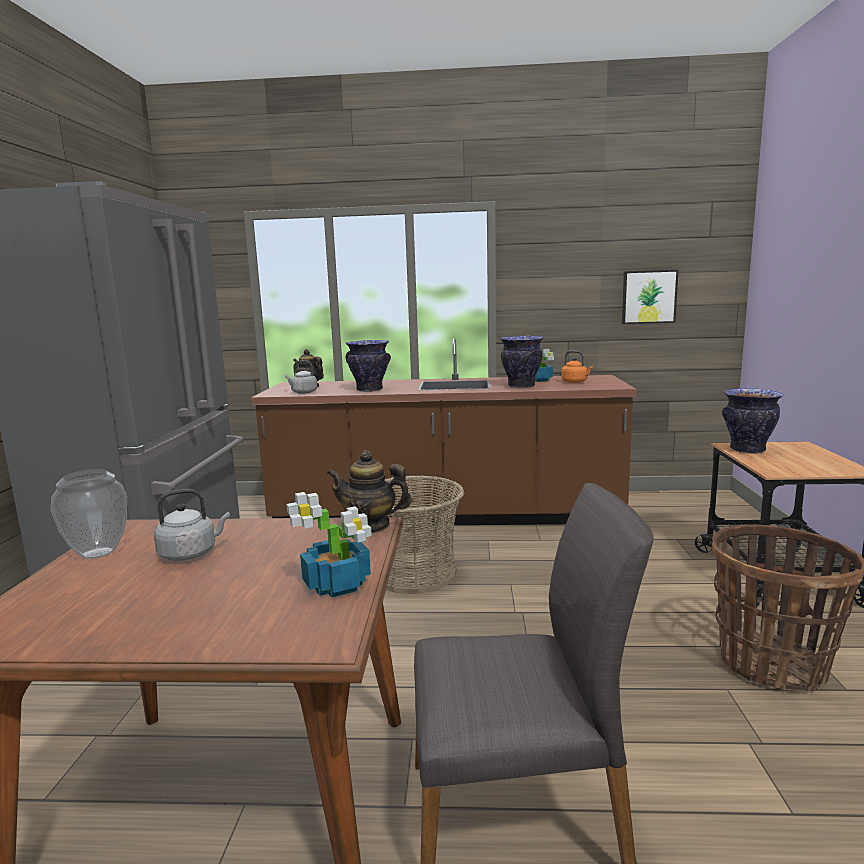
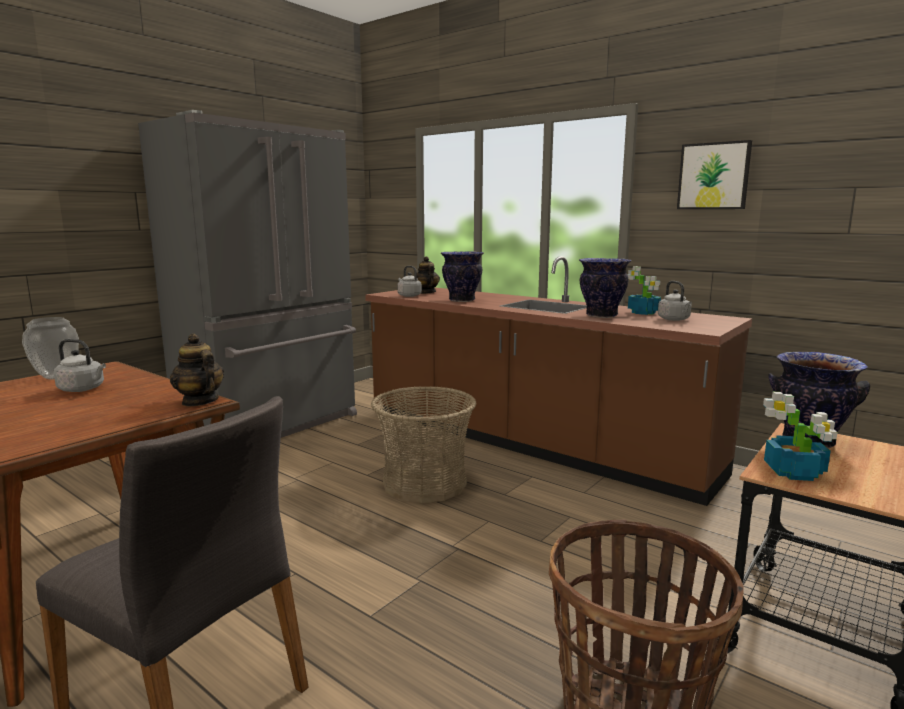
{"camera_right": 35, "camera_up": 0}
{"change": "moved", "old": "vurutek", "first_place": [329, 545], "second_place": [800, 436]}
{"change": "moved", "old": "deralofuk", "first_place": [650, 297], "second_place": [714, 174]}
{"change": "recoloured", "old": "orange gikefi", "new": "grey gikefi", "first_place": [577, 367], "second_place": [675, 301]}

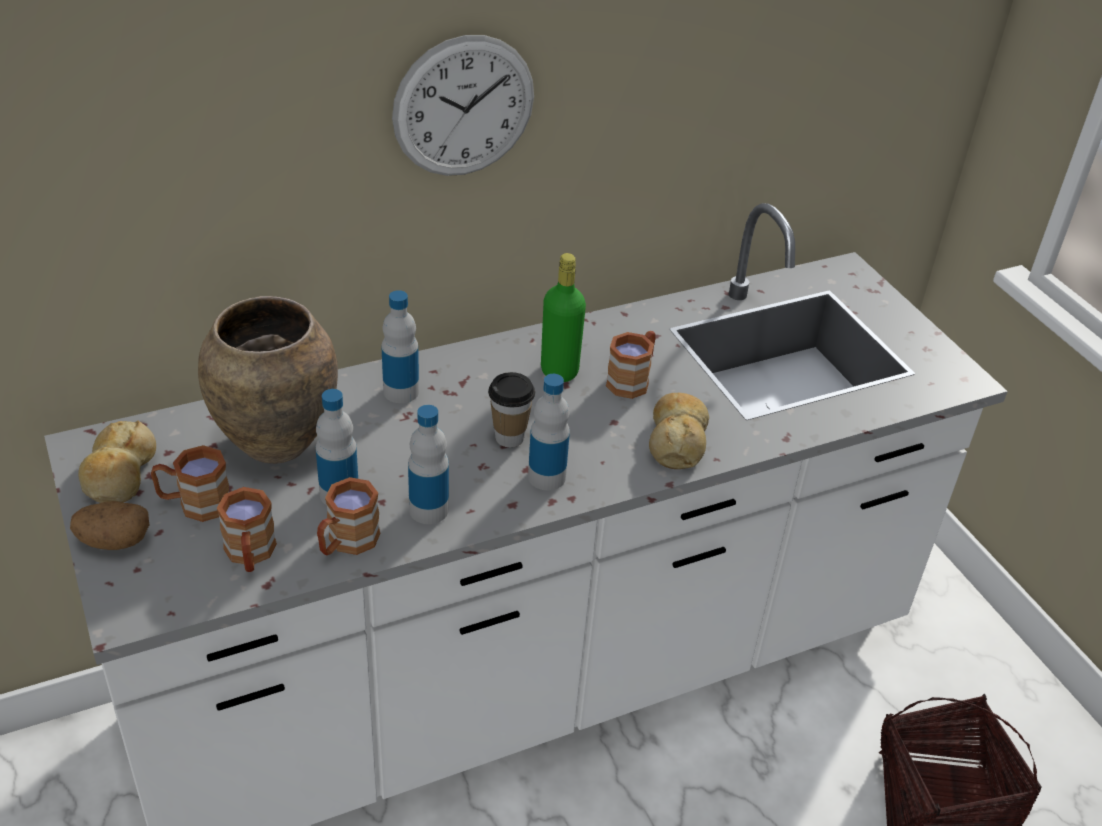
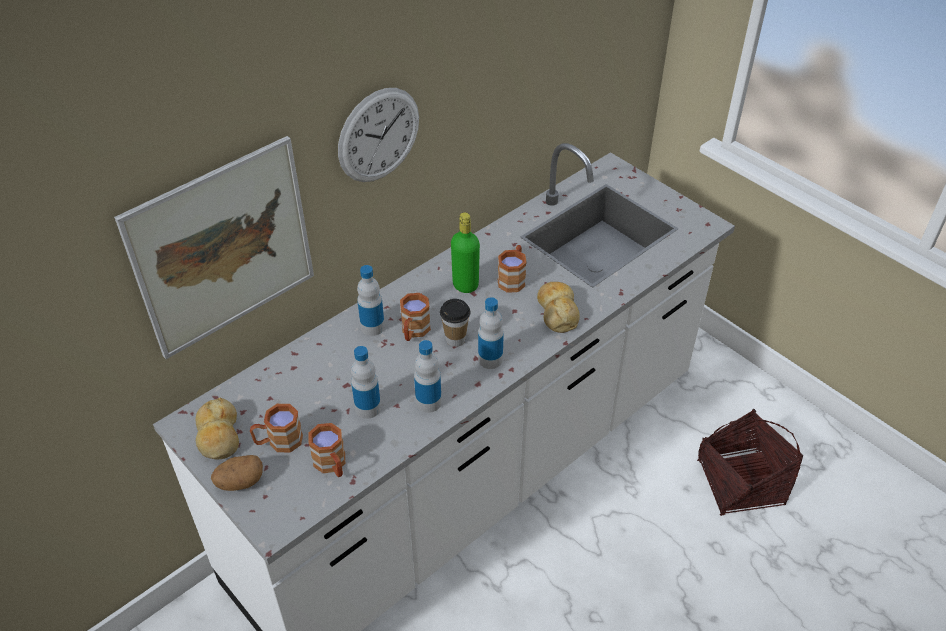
{"camera_right": -15, "camera_up": 5}
{"change": "removed", "old": "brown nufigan", "first_place": [268, 380]}
{"change": "added", "new": "deralofuk", "second_place": [214, 247]}
{"change": "moved", "old": "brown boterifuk", "first_place": [348, 516], "second_place": [415, 317]}

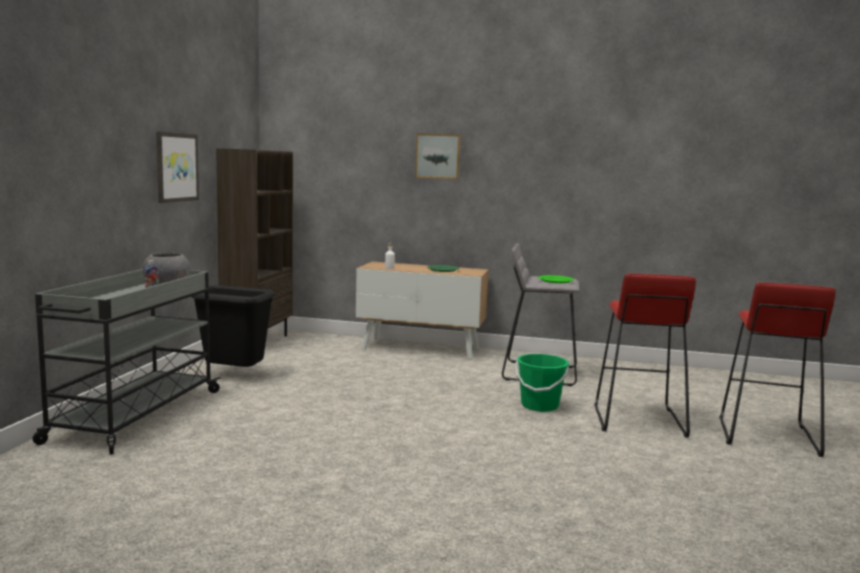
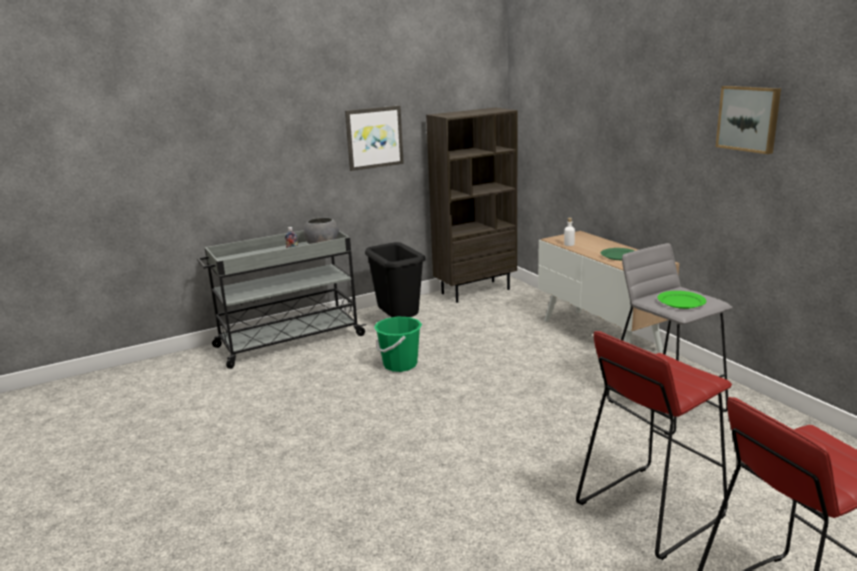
{"camera_right": 50, "camera_up": 10}
{"change": "moved", "old": "deralofuk", "first_place": [438, 156], "second_place": [748, 120]}
{"change": "moved", "old": "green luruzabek", "first_place": [542, 383], "second_place": [398, 344]}

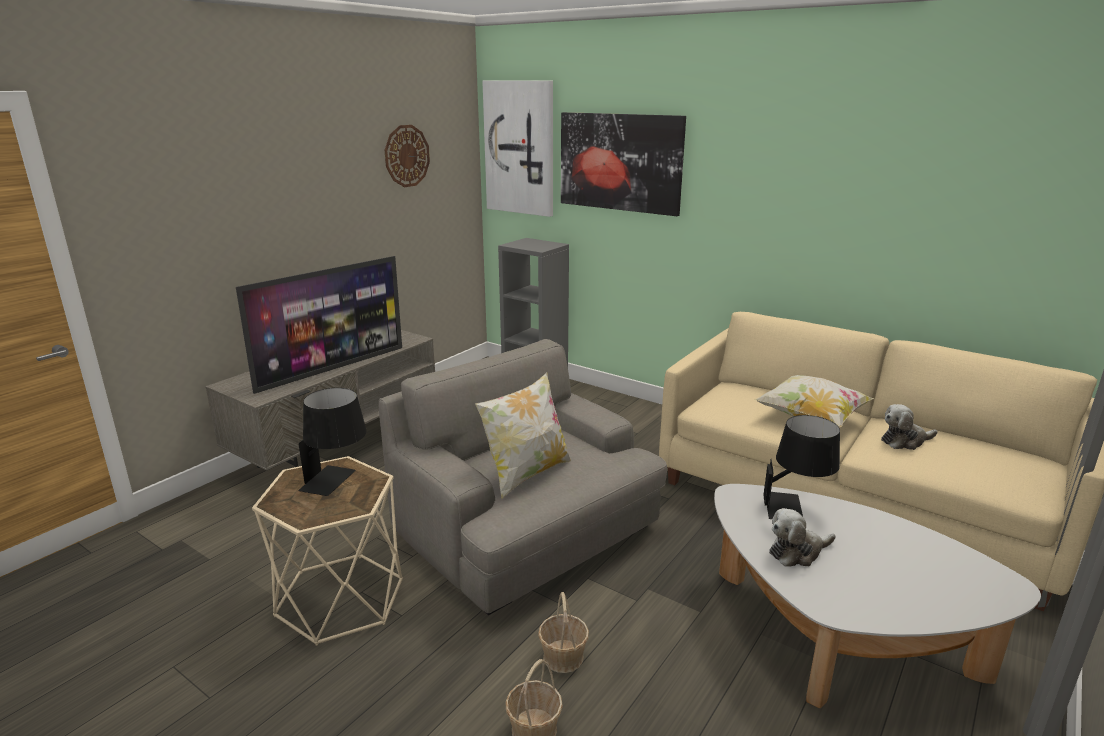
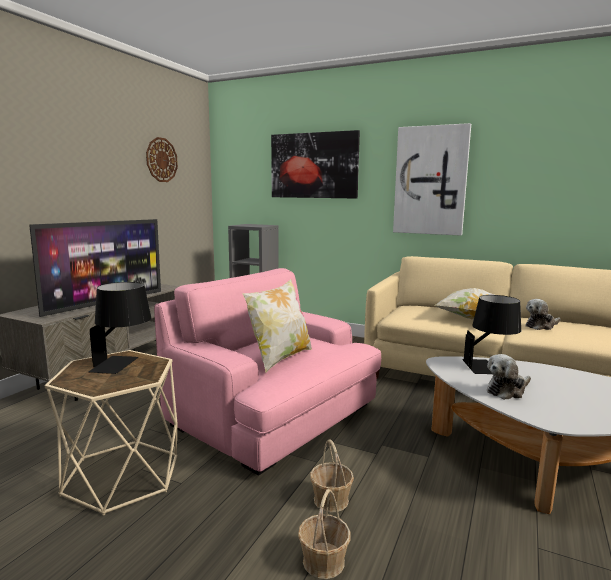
{"camera_right": -10, "camera_up": -10}
{"change": "moved", "old": "deralofuk", "first_place": [517, 148], "second_place": [432, 179]}
{"change": "recoloured", "old": "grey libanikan", "new": "pink libanikan", "first_place": [522, 477], "second_place": [267, 372]}

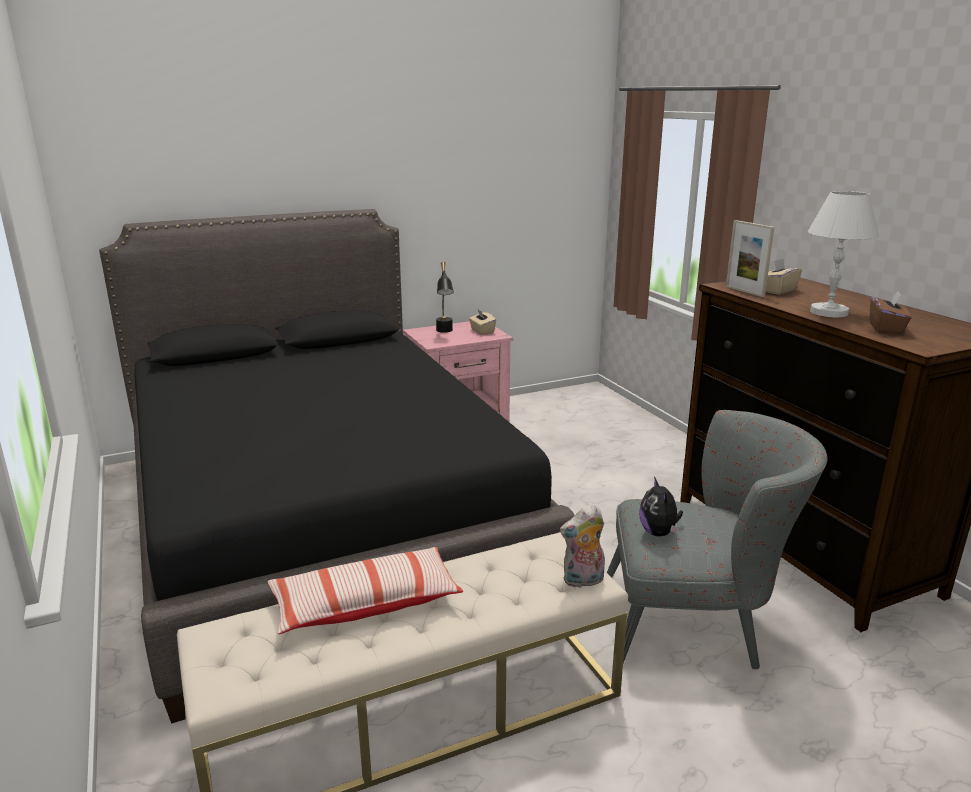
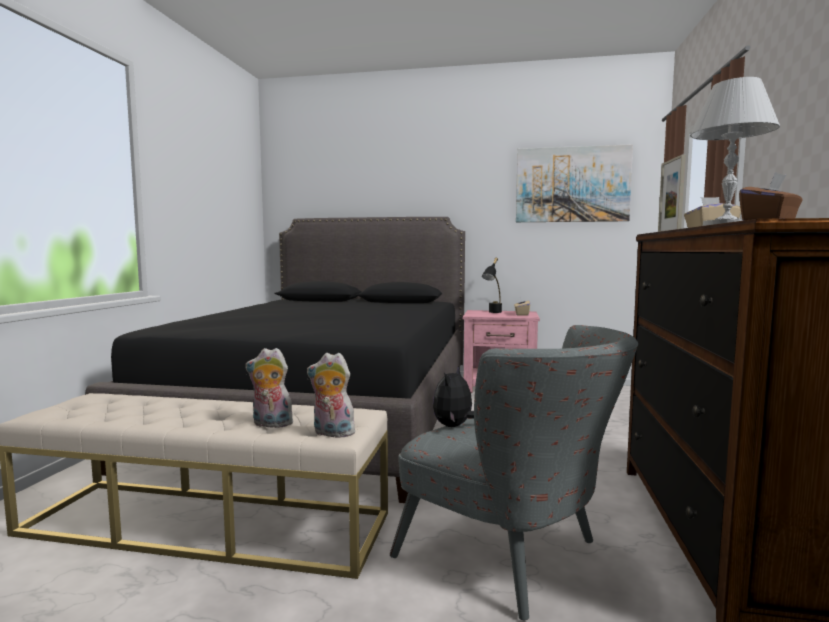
{"camera_right": 35, "camera_up": -15}
{"change": "removed", "old": "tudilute", "first_place": [365, 590]}
{"change": "added", "new": "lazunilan", "second_place": [269, 388]}
{"change": "added", "new": "deralofuk", "second_place": [574, 183]}

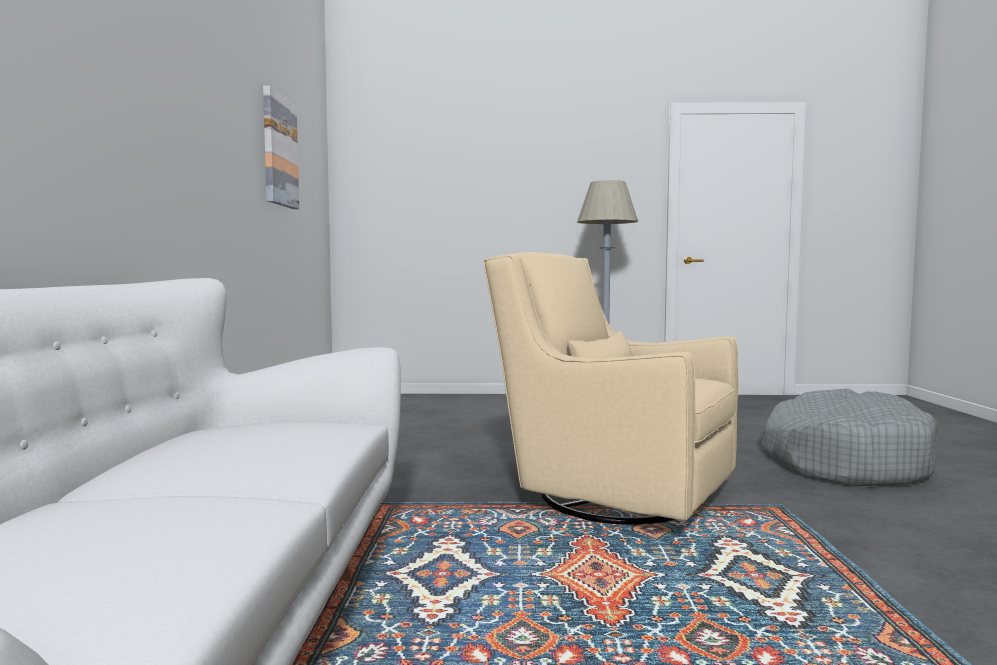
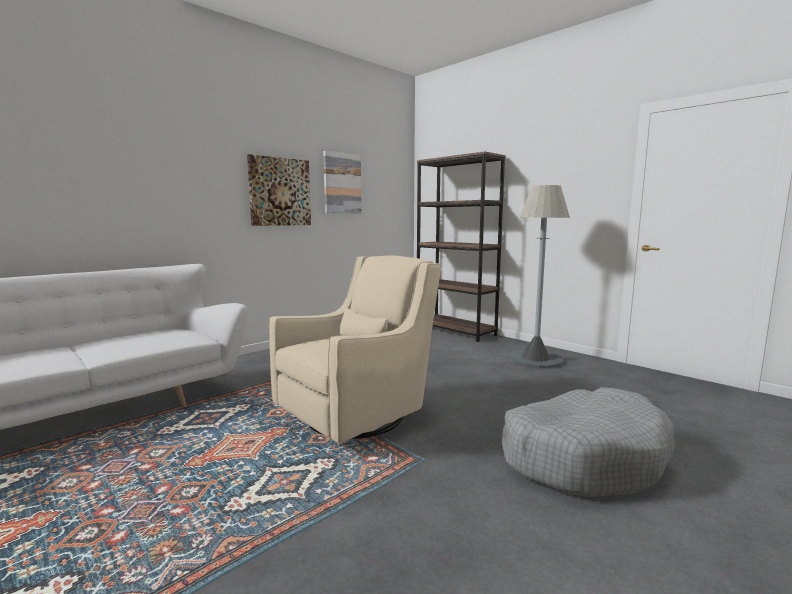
{"camera_right": 45, "camera_up": 5}
{"change": "added", "new": "deralofuk", "second_place": [279, 190]}
{"change": "added", "new": "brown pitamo", "second_place": [461, 246]}
{"change": "turned", "old": "beige libanikan", "first_place": [611, 388], "second_place": [355, 349], "degrees": 60}

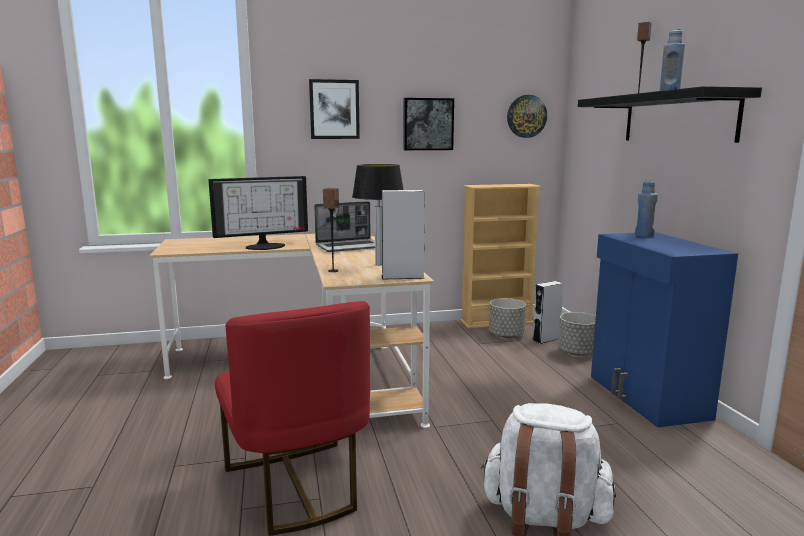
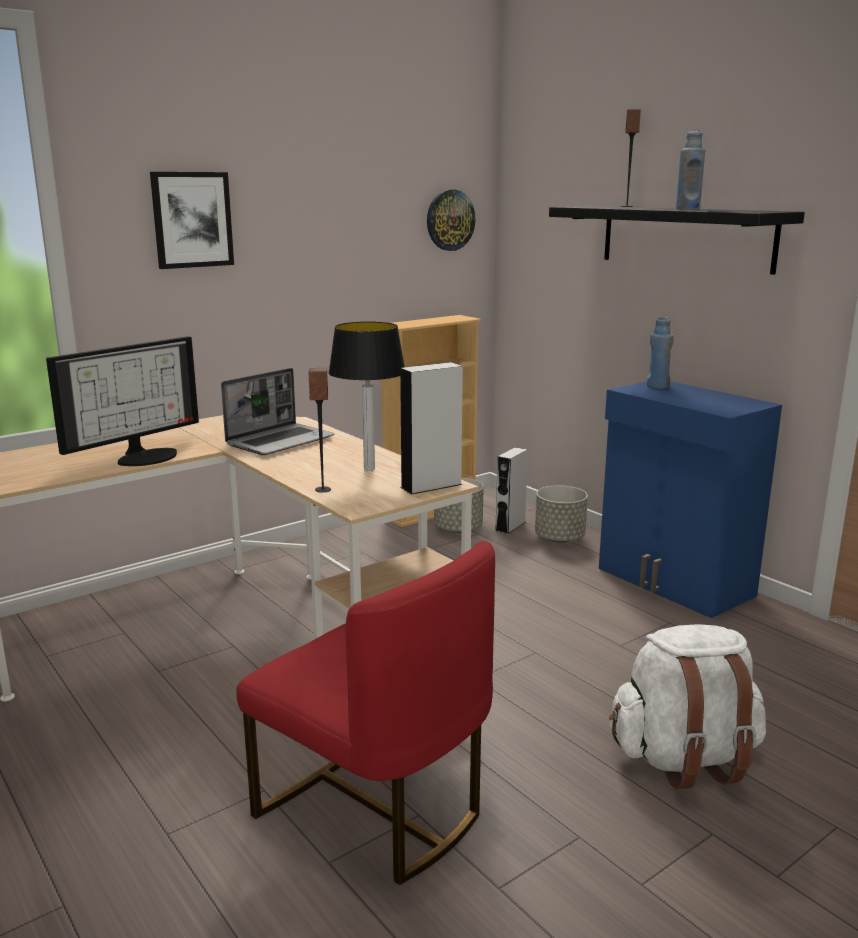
{"camera_right": -25, "camera_up": 5}
{"change": "removed", "old": "deralofuk", "first_place": [429, 124]}

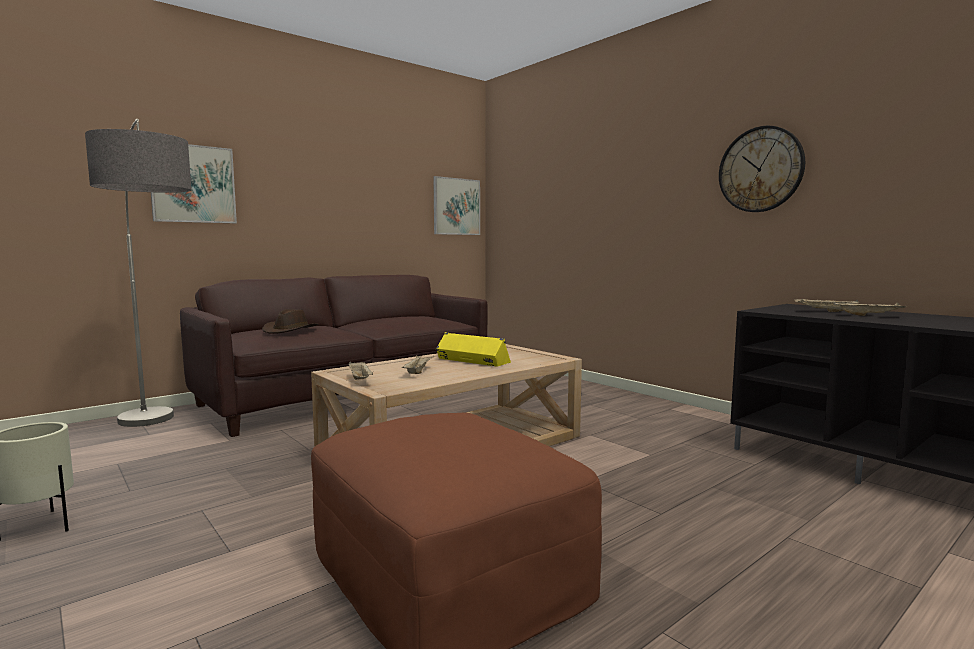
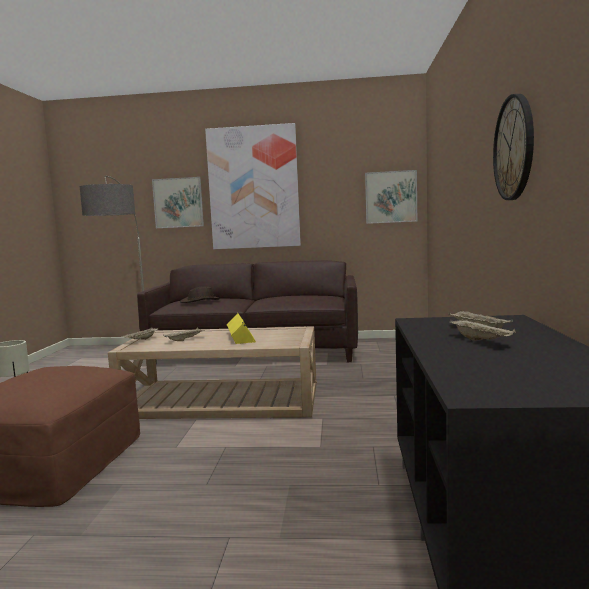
{"camera_right": 45, "camera_up": 0}
{"change": "added", "new": "deralofuk", "second_place": [253, 186]}

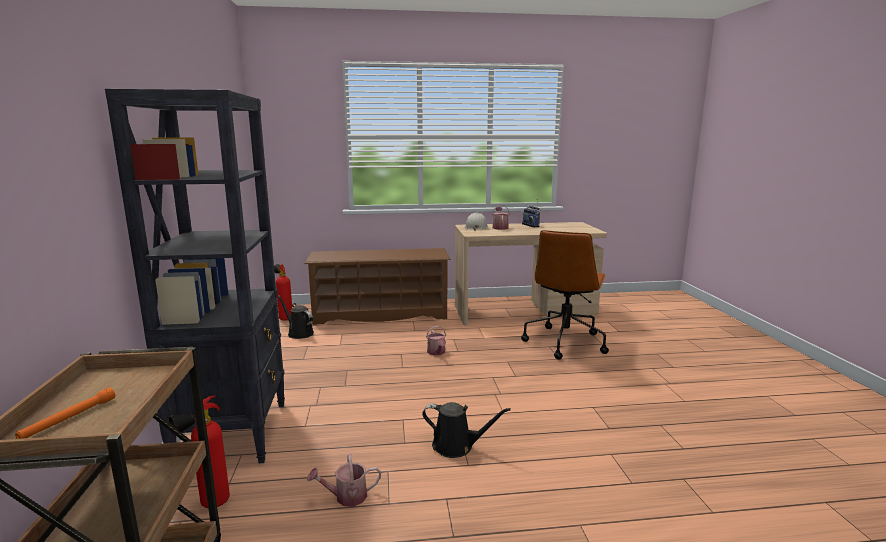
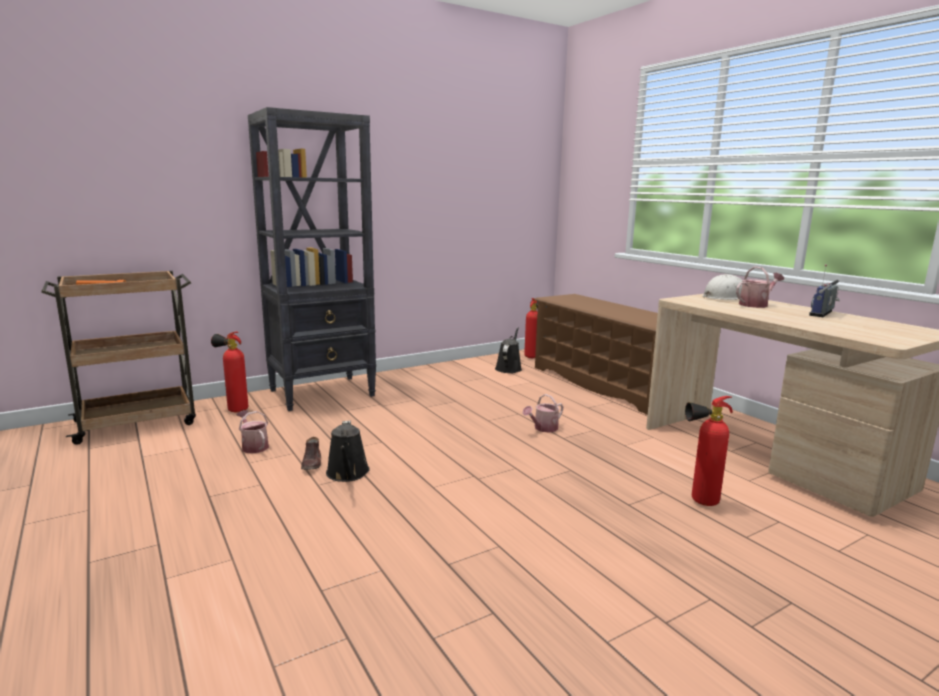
{"camera_right": 65, "camera_up": 0}
{"change": "added", "new": "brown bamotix", "second_place": [311, 453]}
{"change": "replaced", "old": "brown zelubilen", "new": "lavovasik", "first_place": [565, 295], "second_place": [709, 451]}

